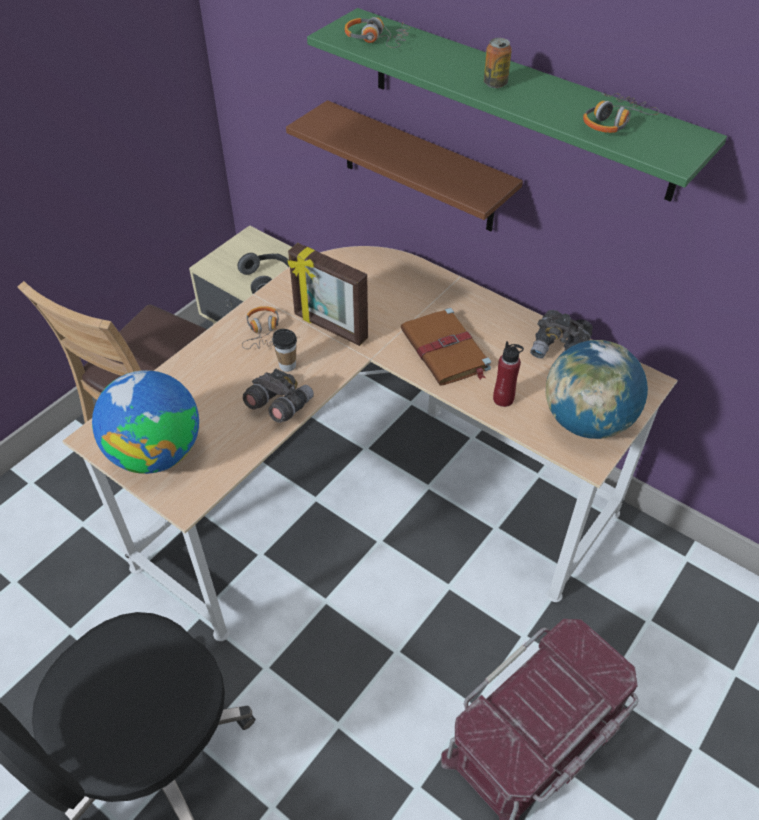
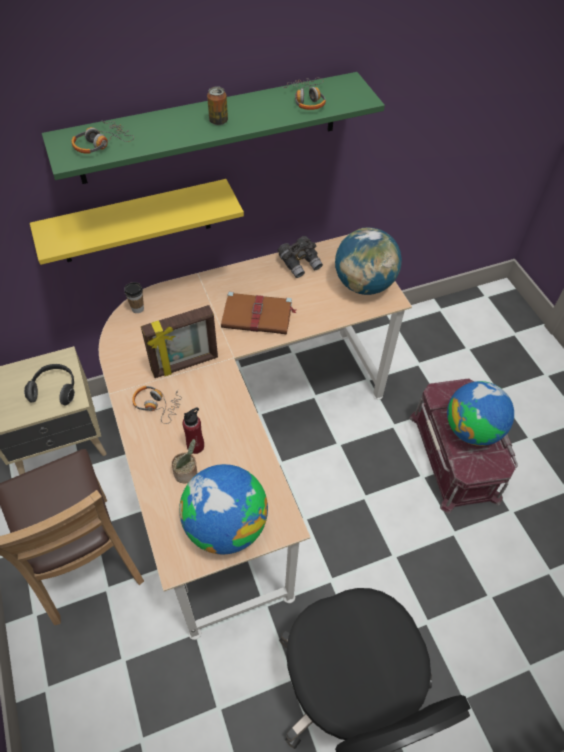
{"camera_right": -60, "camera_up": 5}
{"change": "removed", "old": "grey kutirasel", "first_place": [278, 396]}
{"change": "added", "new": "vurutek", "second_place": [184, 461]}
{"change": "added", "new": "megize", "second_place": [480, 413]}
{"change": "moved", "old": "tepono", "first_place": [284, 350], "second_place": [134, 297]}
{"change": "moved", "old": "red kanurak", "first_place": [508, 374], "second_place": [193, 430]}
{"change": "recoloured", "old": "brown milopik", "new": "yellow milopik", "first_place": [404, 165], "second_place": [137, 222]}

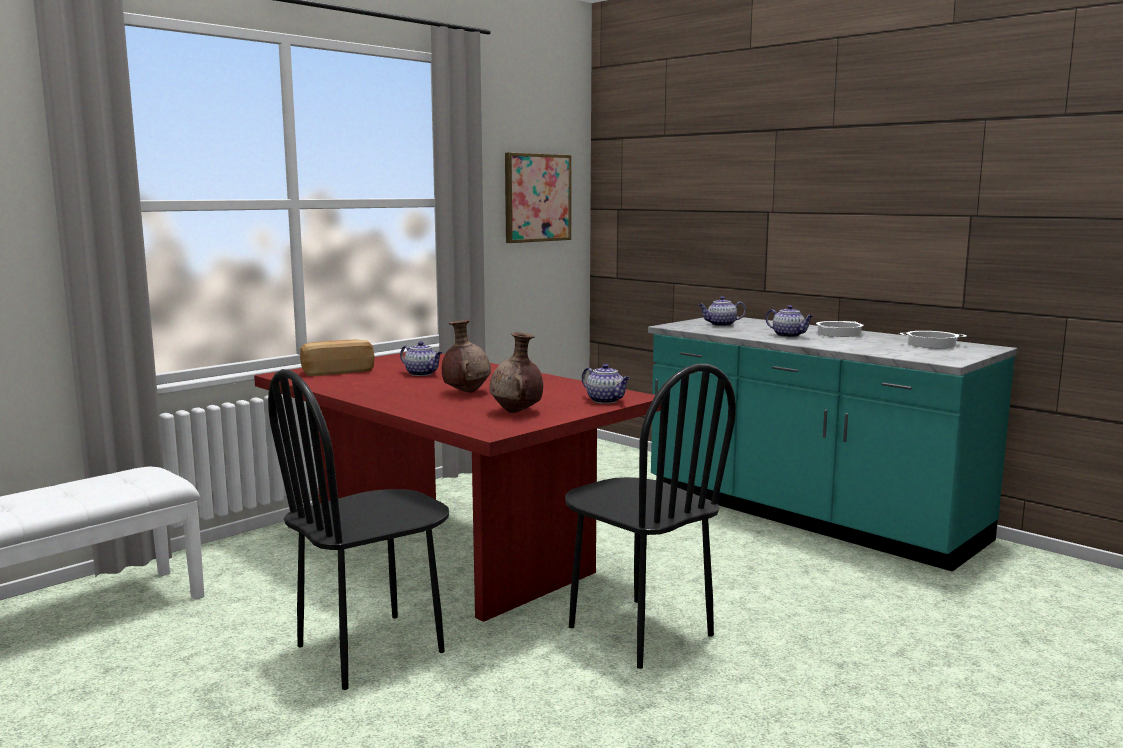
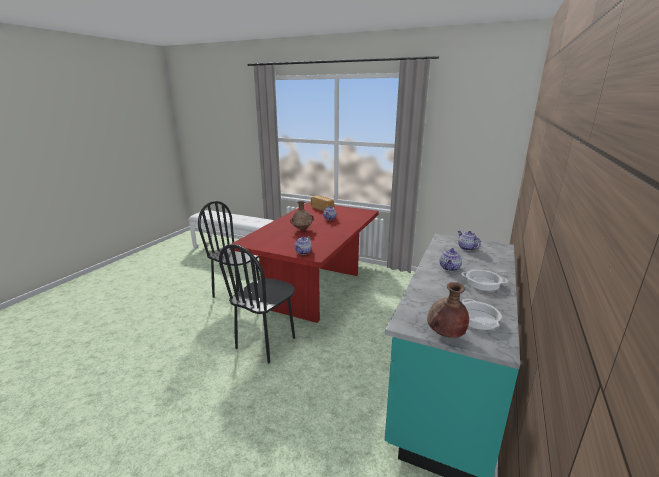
{"camera_right": 70, "camera_up": 10}
{"change": "removed", "old": "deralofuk", "first_place": [538, 198]}
{"change": "moved", "old": "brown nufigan", "first_place": [516, 372], "second_place": [448, 310]}

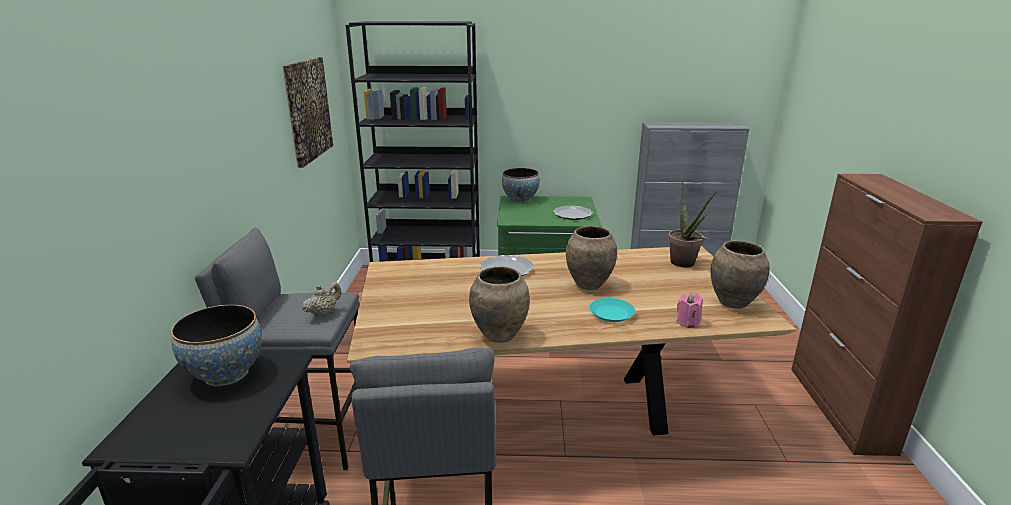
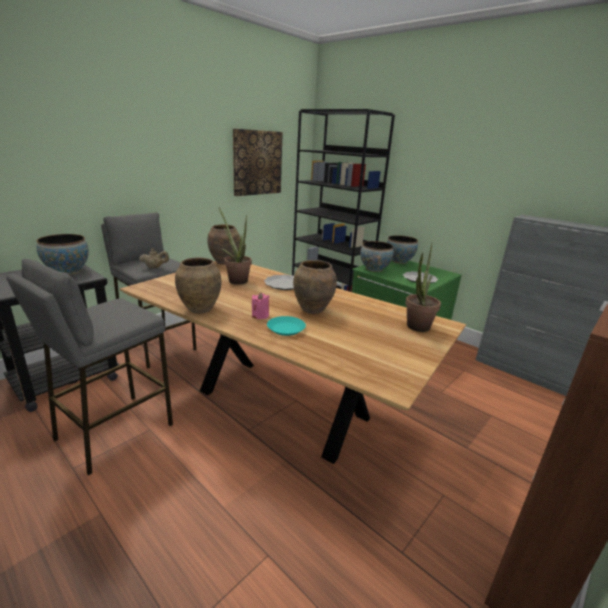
{"camera_right": 40, "camera_up": 0}
{"change": "added", "new": "vurutek", "second_place": [235, 246]}
{"change": "added", "new": "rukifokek", "second_place": [377, 256]}
{"change": "moved", "old": "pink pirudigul", "first_place": [690, 310], "second_place": [260, 305]}
{"change": "moved", "old": "brown nufigan", "first_place": [740, 275], "second_place": [223, 244]}

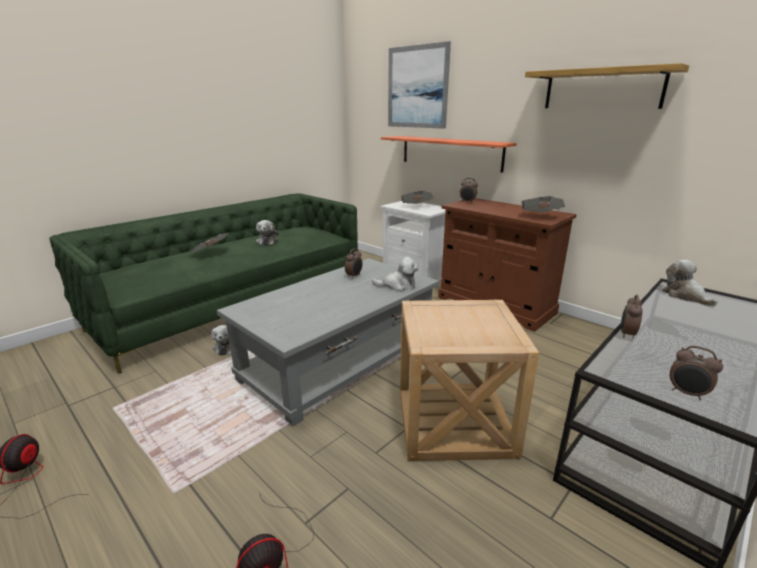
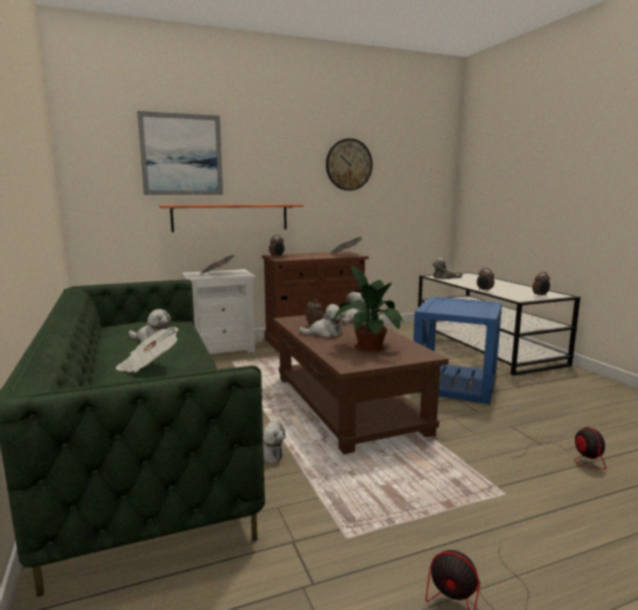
{"camera_right": -65, "camera_up": -10}
{"change": "added", "new": "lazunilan", "second_place": [321, 321]}
{"change": "added", "new": "vurutek", "second_place": [368, 308]}
{"change": "replaced", "old": "milopik", "new": "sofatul", "first_place": [607, 86], "second_place": [349, 164]}
{"change": "recoloured", "old": "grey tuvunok", "new": "brown tuvunok", "first_place": [328, 342], "second_place": [361, 383]}
{"change": "recoloured", "old": "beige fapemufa", "new": "blue fapemufa", "first_place": [469, 380], "second_place": [457, 350]}

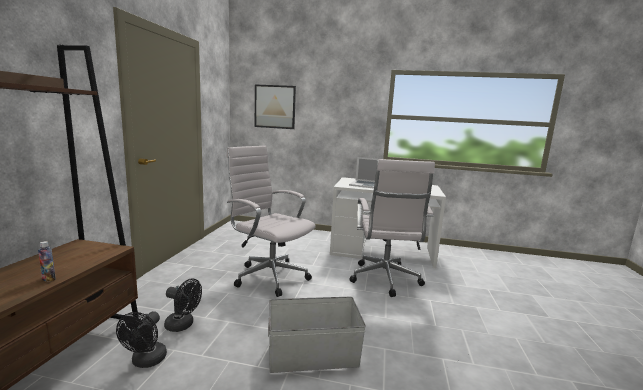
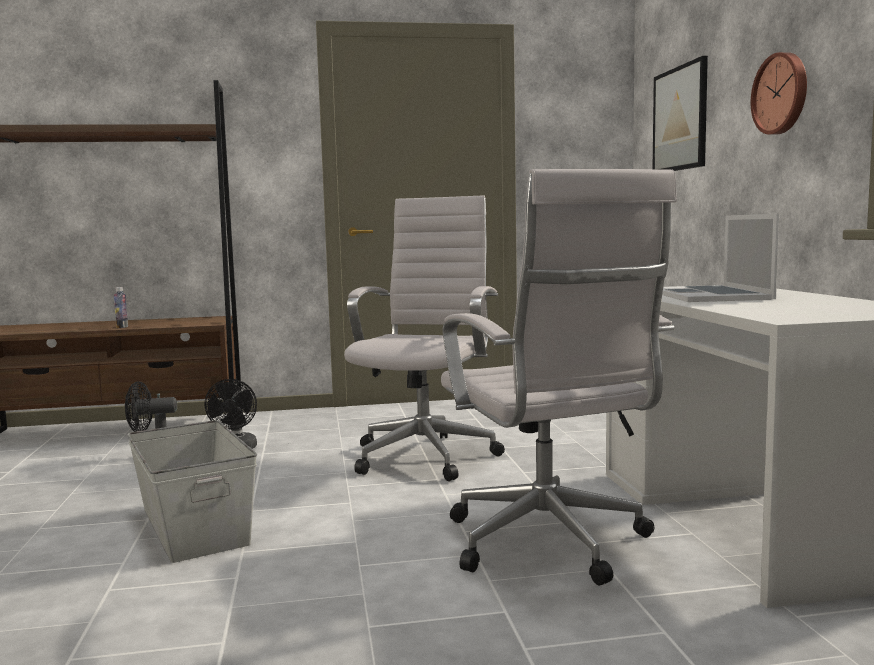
{"camera_right": 70, "camera_up": -5}
{"change": "added", "new": "sofatul", "second_place": [779, 93]}
{"change": "turned", "old": "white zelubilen", "first_place": [392, 228], "second_place": [559, 377], "degrees": -90}

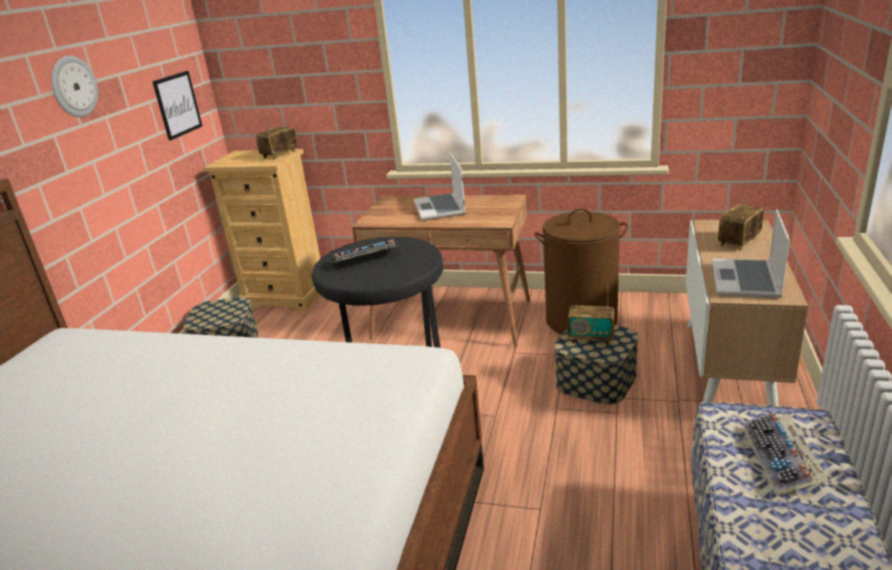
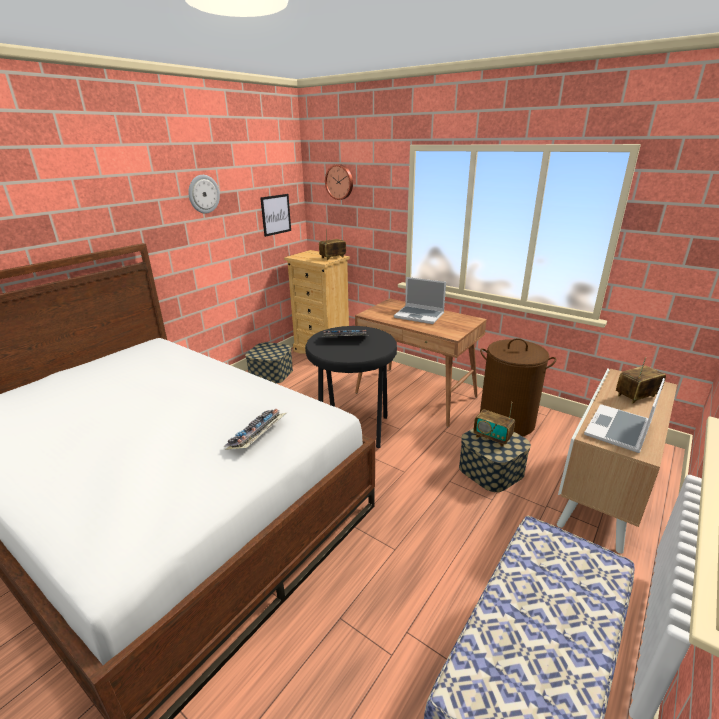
{"camera_right": 20, "camera_up": 0}
{"change": "added", "new": "sofatul", "second_place": [339, 182]}
{"change": "moved", "old": "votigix", "first_place": [785, 454], "second_place": [255, 429]}
{"change": "turned", "old": "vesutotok", "first_place": [440, 187], "second_place": [420, 300], "degrees": -75}

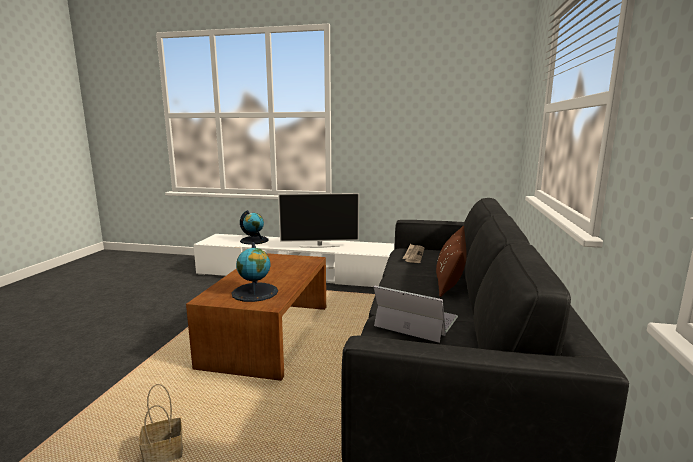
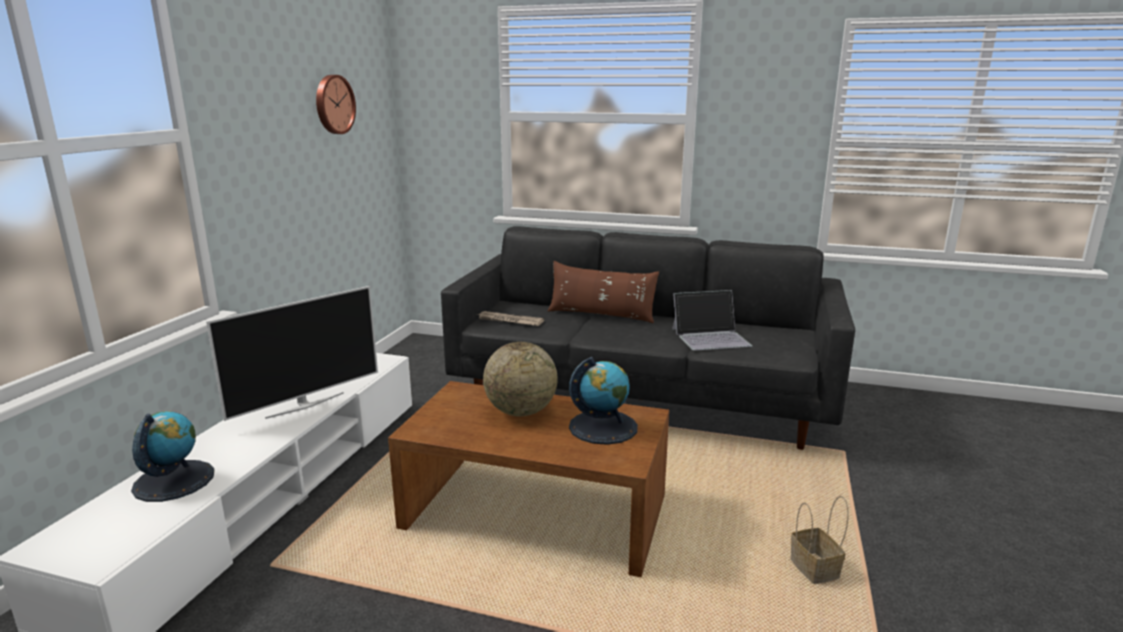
{"camera_right": -85, "camera_up": 5}
{"change": "added", "new": "sofatul", "second_place": [336, 104]}
{"change": "added", "new": "megize", "second_place": [520, 379]}
{"change": "turned", "old": "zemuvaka", "first_place": [318, 220], "second_place": [292, 353], "degrees": 45}
{"change": "turned", "old": "vesutotok", "first_place": [416, 314], "second_place": [712, 320], "degrees": -135}

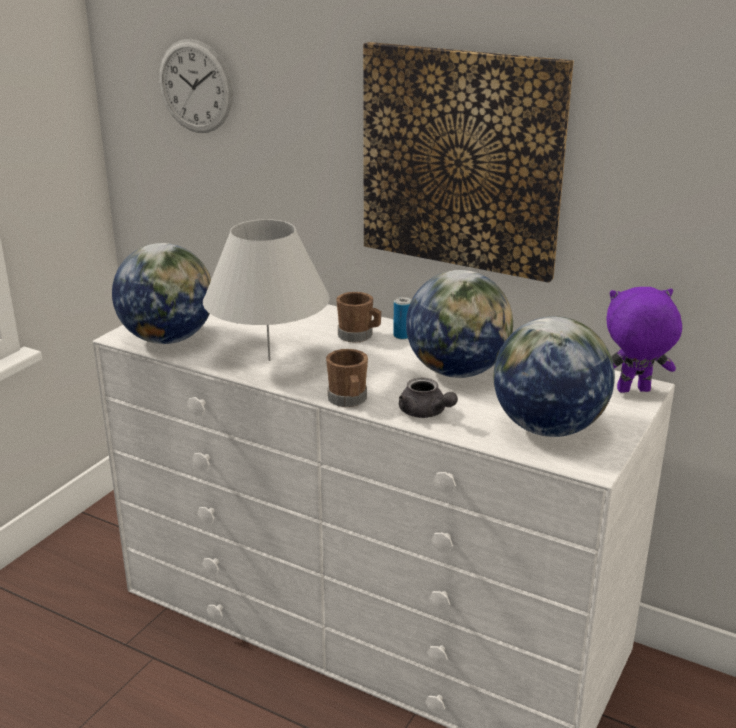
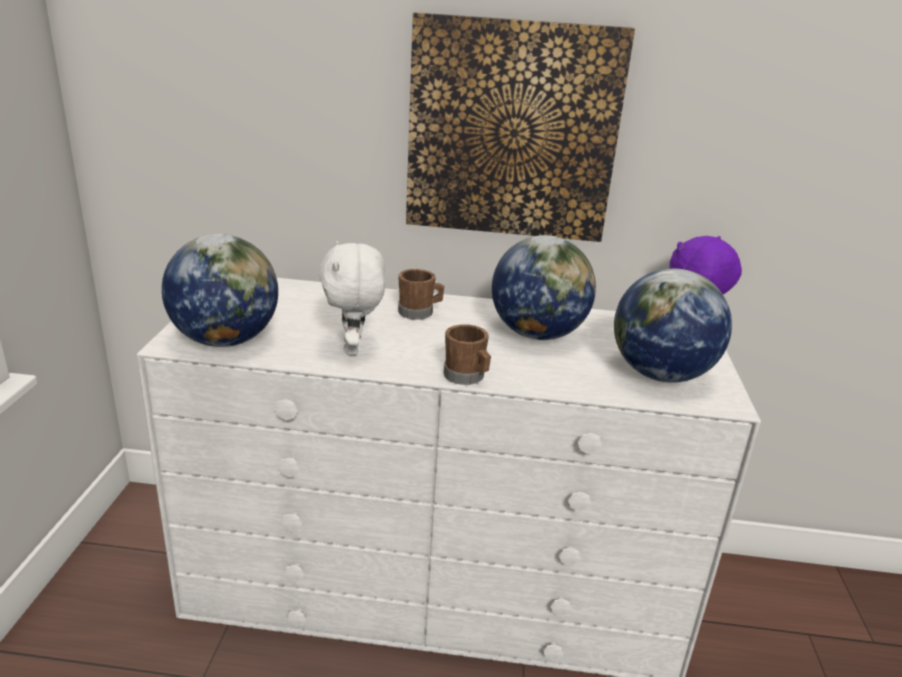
{"camera_right": -25, "camera_up": 0}
{"change": "removed", "old": "sofatul", "first_place": [196, 86]}
{"change": "removed", "old": "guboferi", "first_place": [402, 318]}
{"change": "removed", "old": "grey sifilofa", "first_place": [428, 398]}
{"change": "replaced", "old": "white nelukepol", "new": "white lazunilan", "first_place": [266, 290], "second_place": [352, 298]}

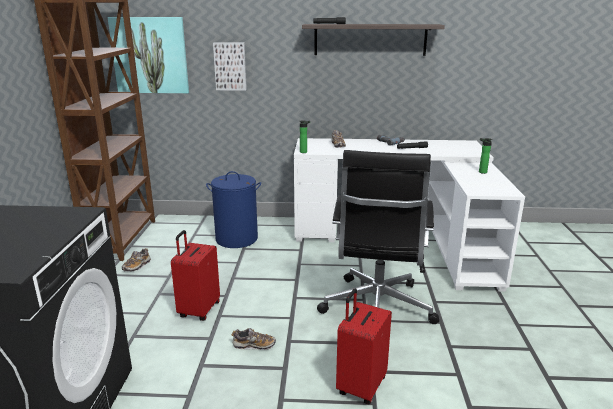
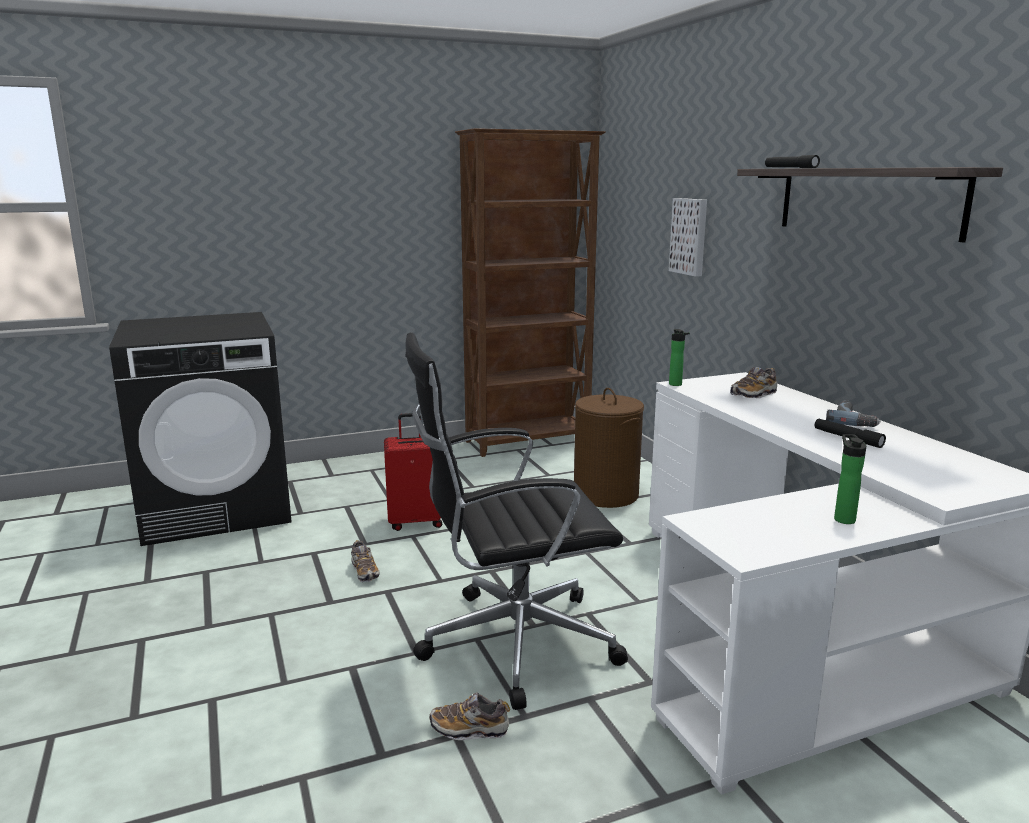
{"camera_right": 65, "camera_up": -5}
{"change": "removed", "old": "deralofuk", "first_place": [148, 55]}
{"change": "removed", "old": "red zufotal", "first_place": [364, 346]}
{"change": "moved", "old": "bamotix", "first_place": [136, 260], "second_place": [469, 716]}
{"change": "recoloured", "old": "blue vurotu", "new": "brown vurotu", "first_place": [233, 209], "second_place": [609, 448]}

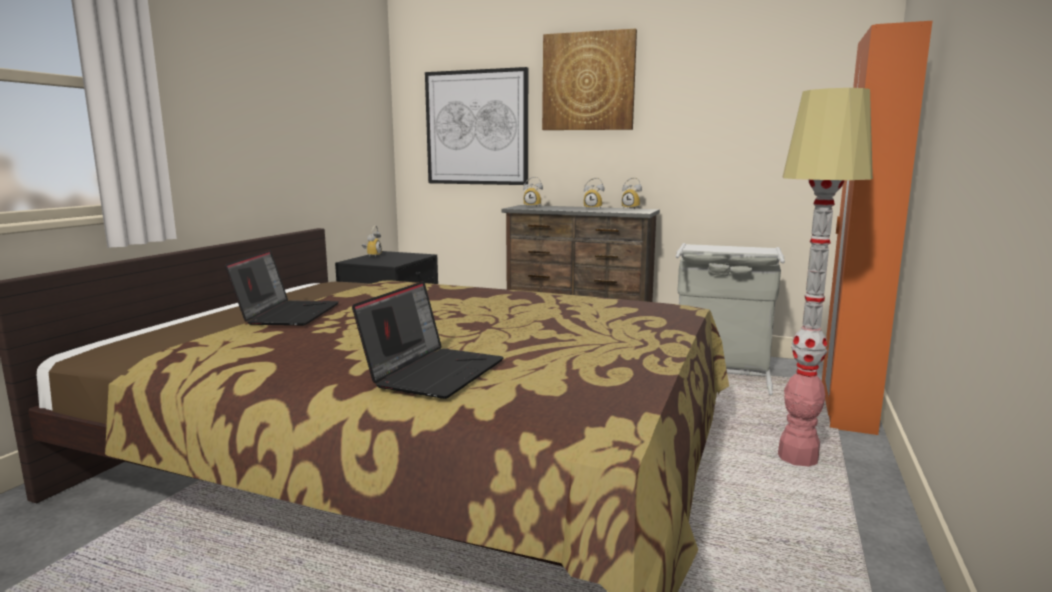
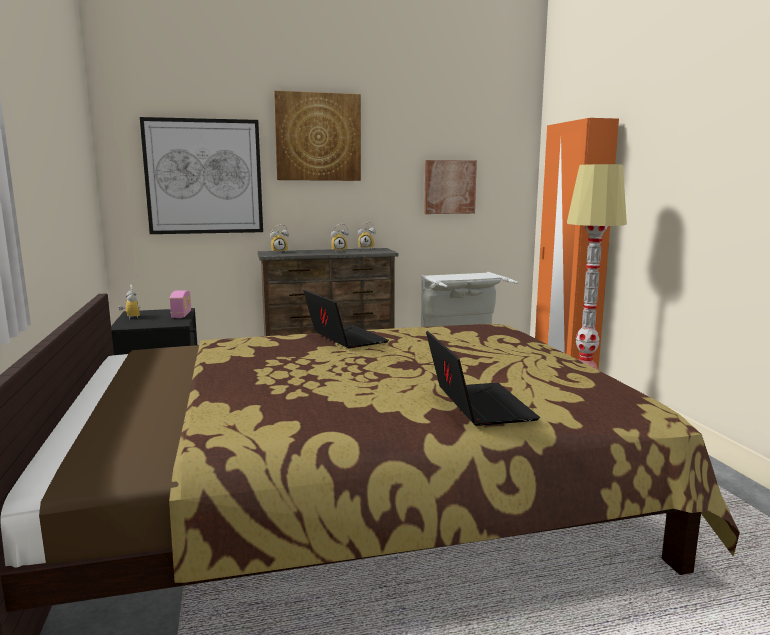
{"camera_right": -35, "camera_up": 0}
{"change": "added", "new": "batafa", "second_place": [180, 304]}
{"change": "added", "new": "deralofuk", "second_place": [450, 187]}
{"change": "moved", "old": "vesutotok", "first_place": [282, 288], "second_place": [346, 319]}

